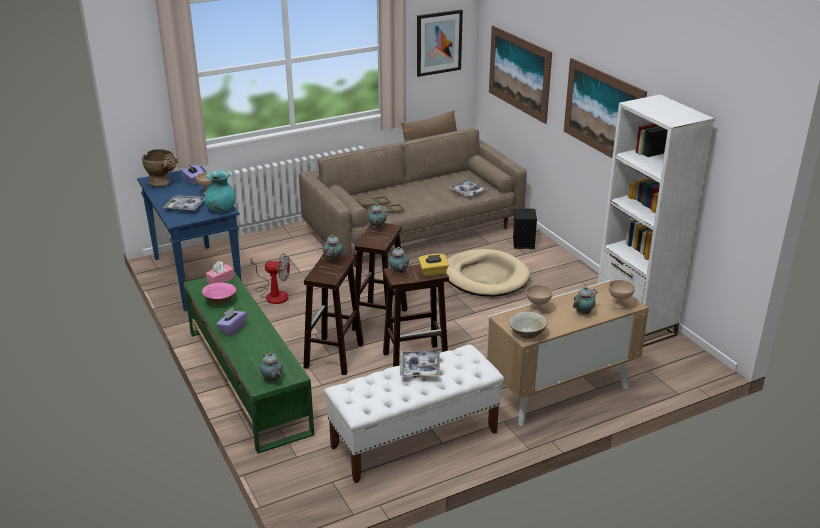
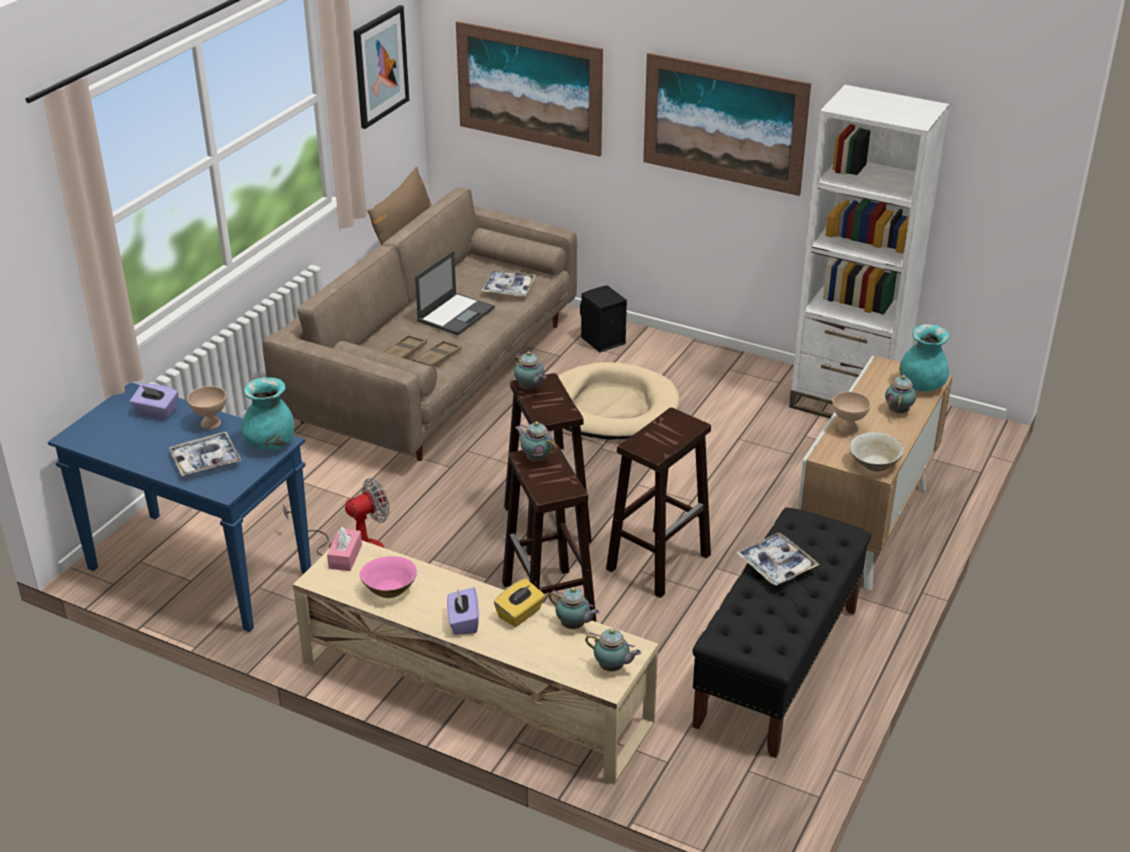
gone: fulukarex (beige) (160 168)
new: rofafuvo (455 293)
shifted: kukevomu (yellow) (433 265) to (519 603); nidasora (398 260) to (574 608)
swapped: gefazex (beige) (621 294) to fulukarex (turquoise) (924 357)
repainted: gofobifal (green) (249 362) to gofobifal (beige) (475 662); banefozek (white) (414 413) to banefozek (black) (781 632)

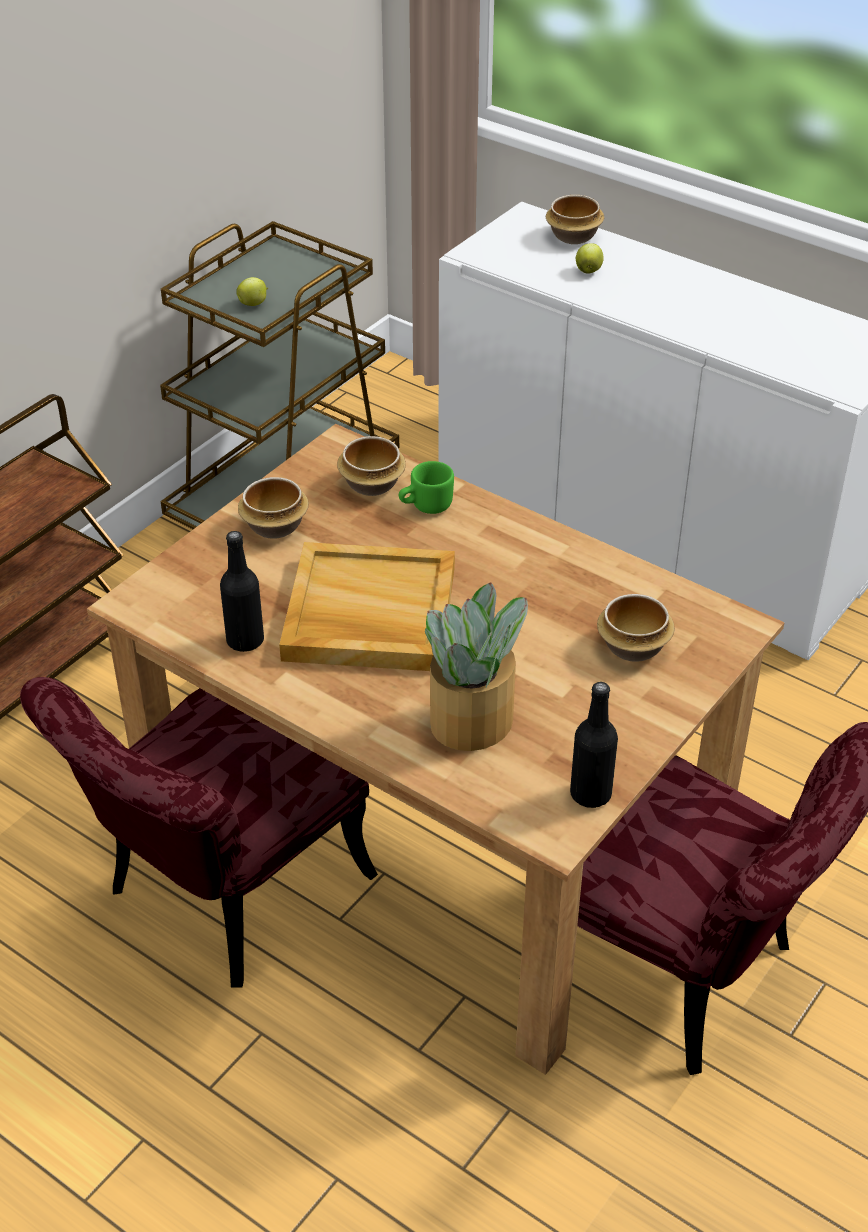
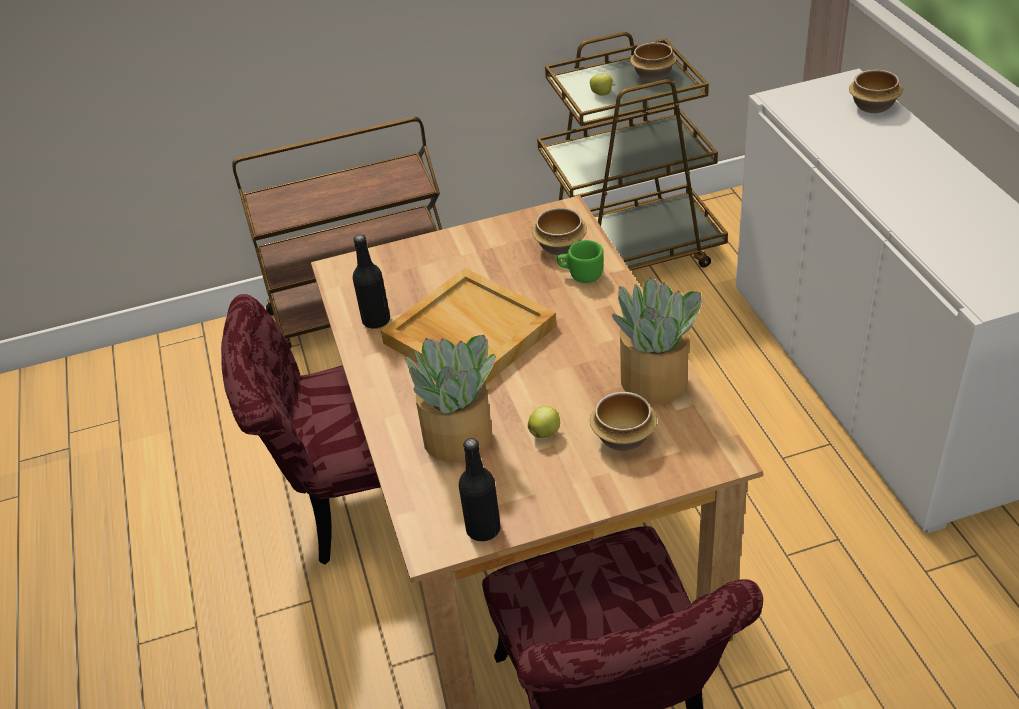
new: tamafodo (657 340)
shifted: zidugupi (590 258) to (544 422); gefazex (273 508) to (653 61)

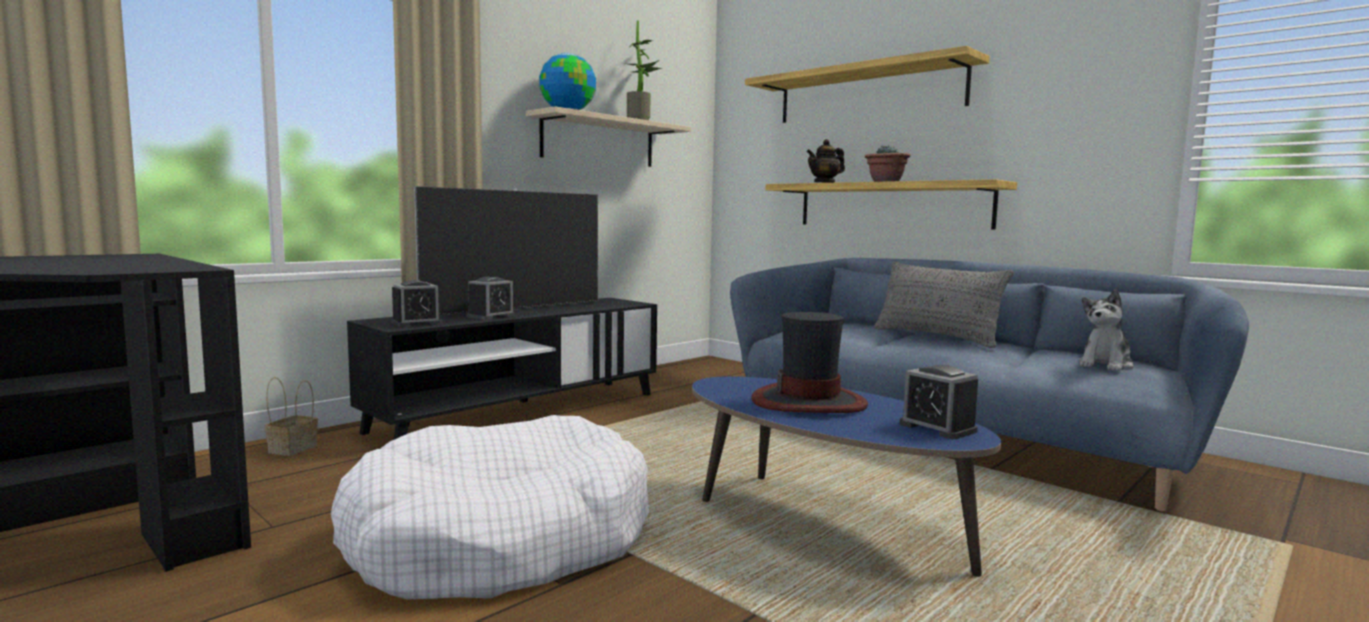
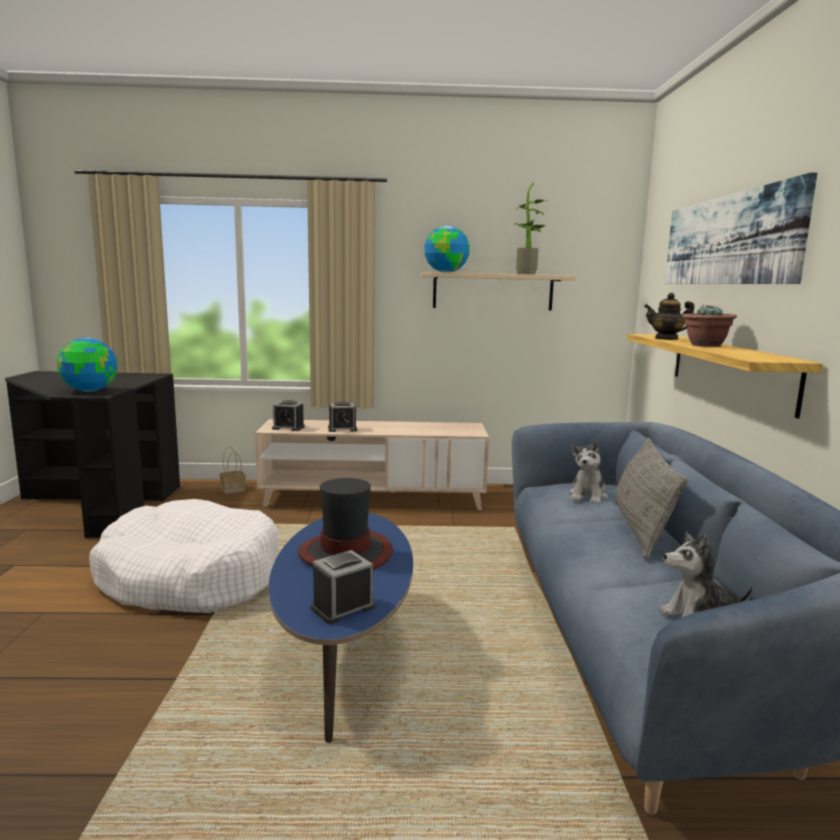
gone: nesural (506 250)
new: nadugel (87 365); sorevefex (588 472)
swapped: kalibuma (867 84) to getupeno (741 228)
repainted: gofobifal (black) (502 369) to gofobifal (beige) (372 464)
rotated: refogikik (939 402) = (343 587) 45 degrees clockwise

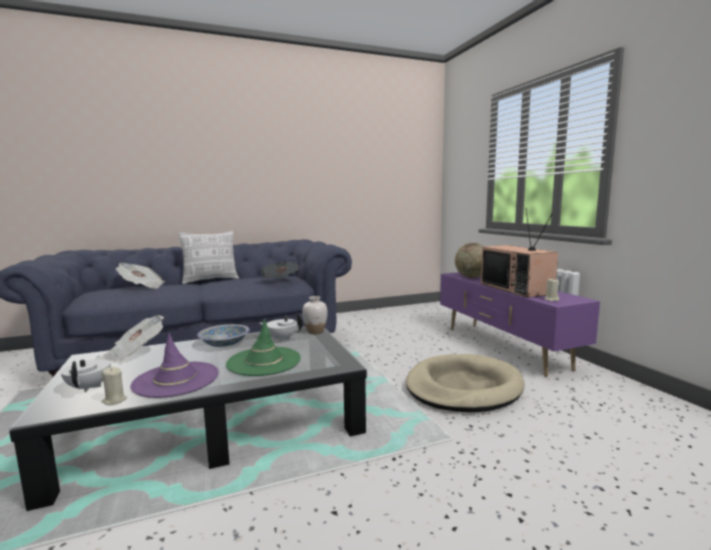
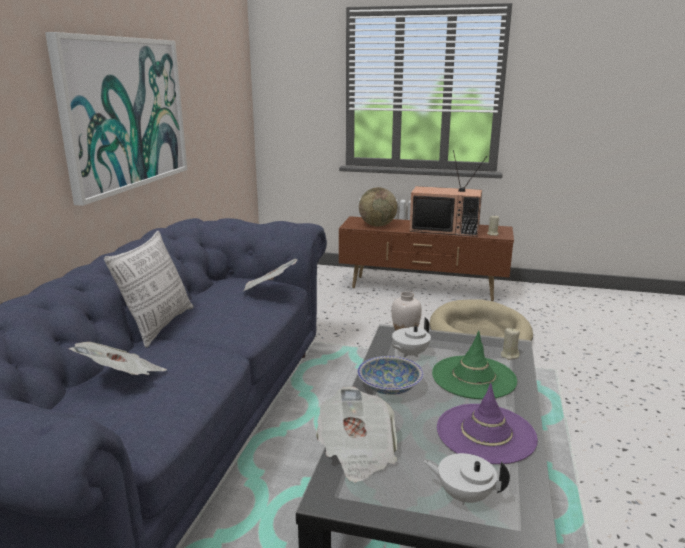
new: getupeno (116 119)
shifted: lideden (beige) (114 386) to (510 344)
repainted: gofobifal (purple) (520 324) to gofobifal (brown) (426 258)

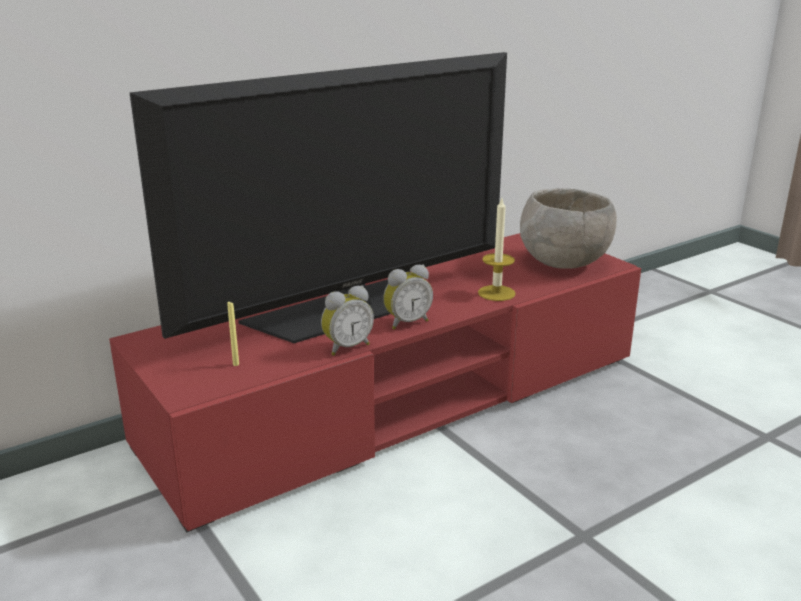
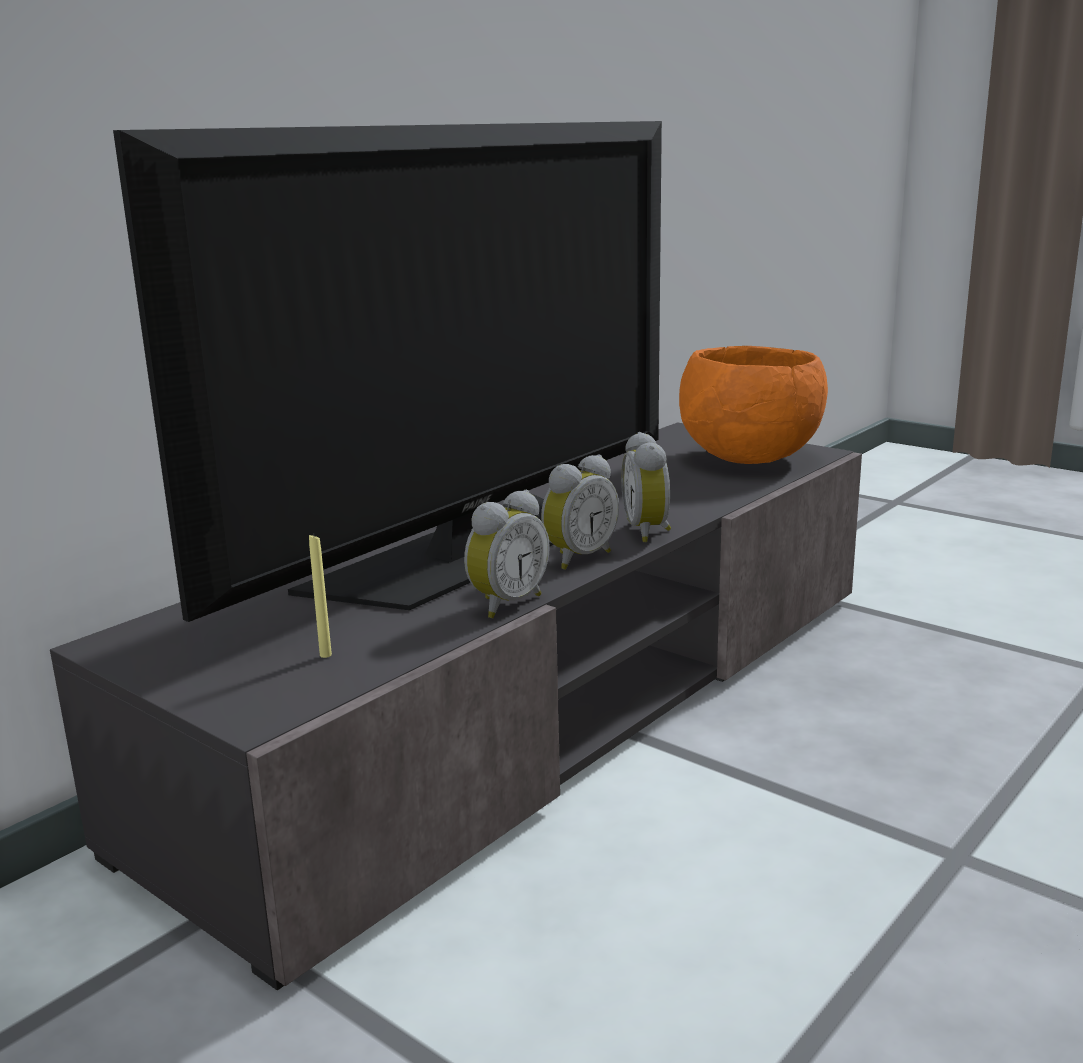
gone: lideden (497 249)
new: refogikik (646 487)
repainted: gofobifal (red) (375 382) to gofobifal (grey) (456 706); gefazex (grey) (568 228) to gefazex (orange) (753 405)

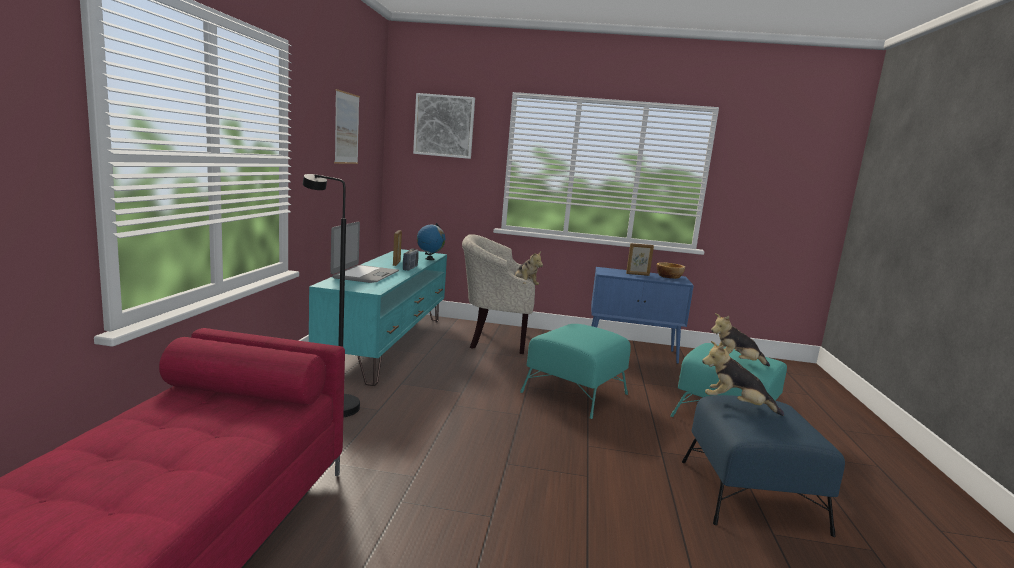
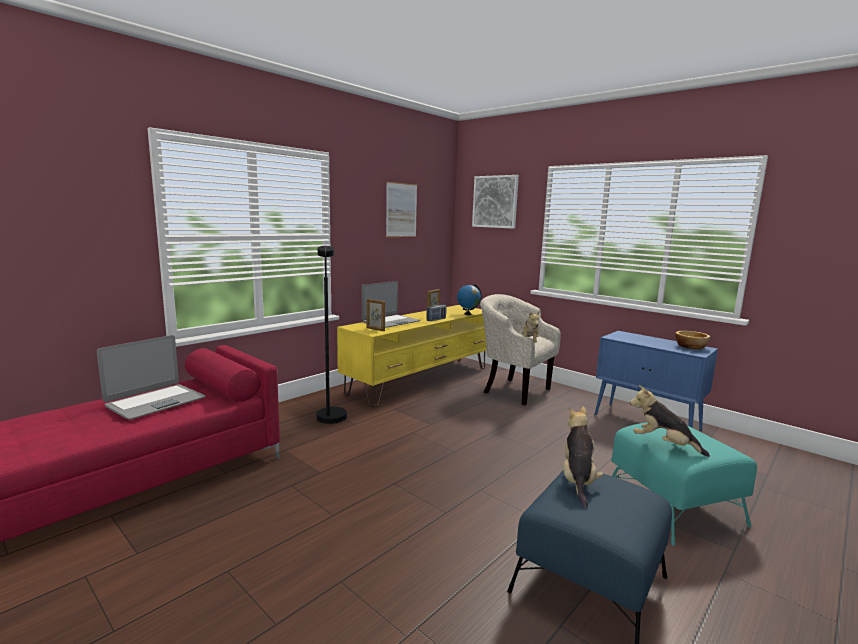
gone: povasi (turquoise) (575 371)
new: rofafuvo (151 377)
shifted: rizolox (640 259) to (376 315)
repainted: gofobifal (turquoise) (378 317) to gofobifal (yellow) (411 356)
rotated: sorevefex (743 378) = (583 457) 45 degrees clockwise

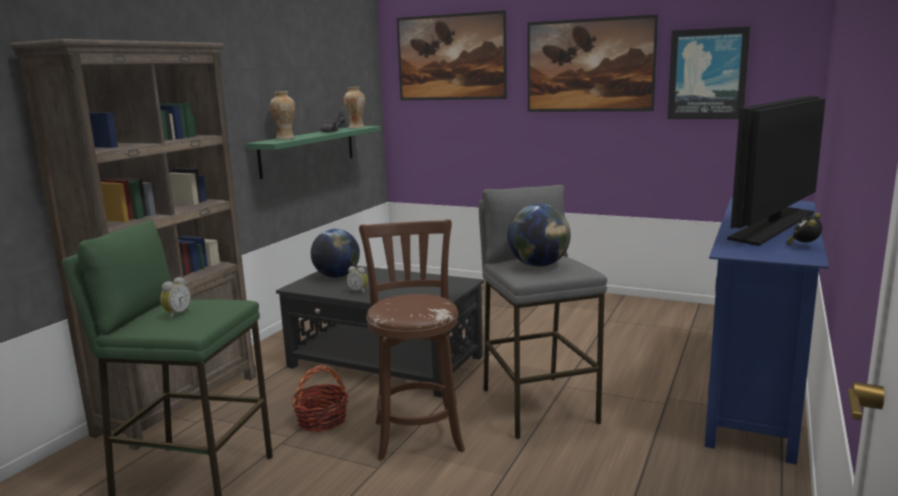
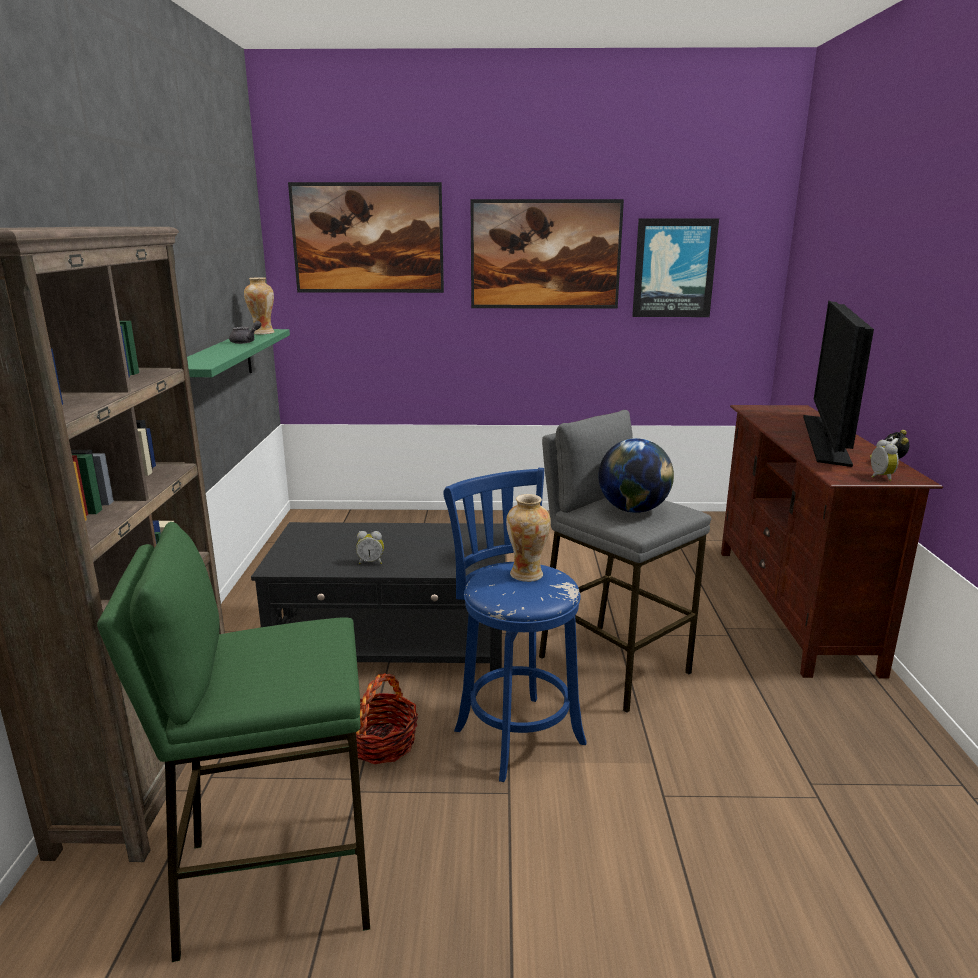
gone: nadugel (335 253)
shifted: fulukarex (282 115) to (528 538); refogikik (175 298) to (885 460)
repainted: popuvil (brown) (412 340) to popuvil (blue) (514 625); gofobifal (blue) (767 331) to gofobifal (brown) (832 541)

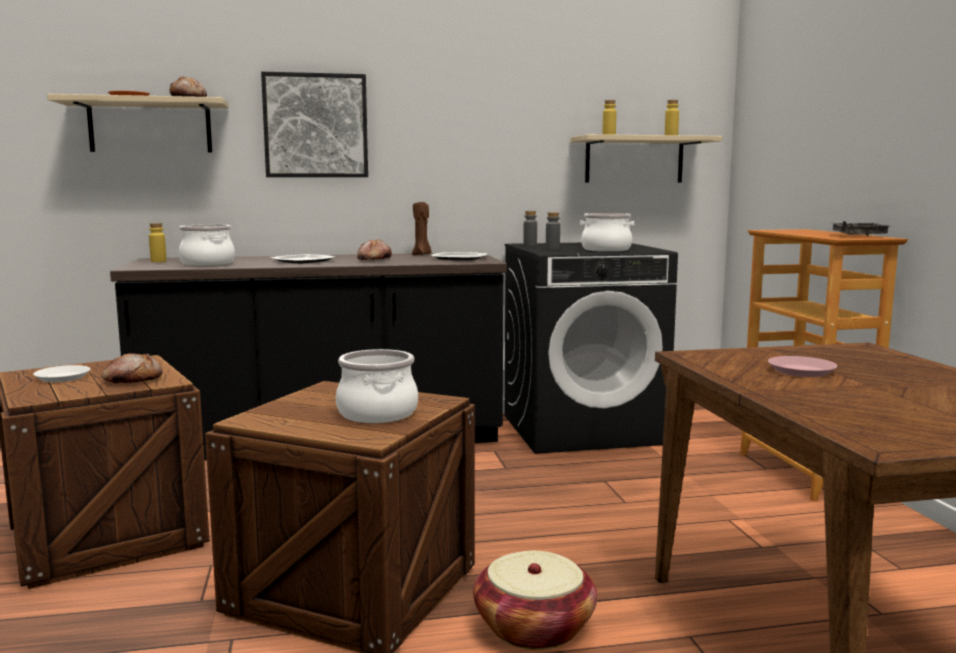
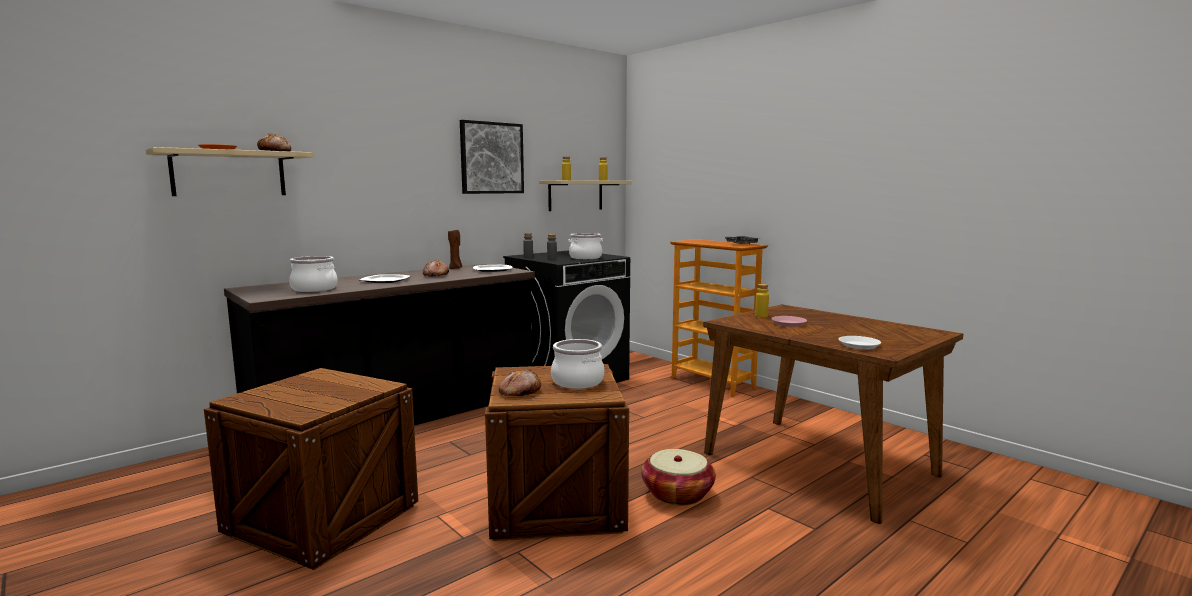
shifted: getupeno (314 124) to (492 157); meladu (132 368) to (520 382); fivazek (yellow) (157 242) to (762 301); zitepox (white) (61 373) to (860 342)

